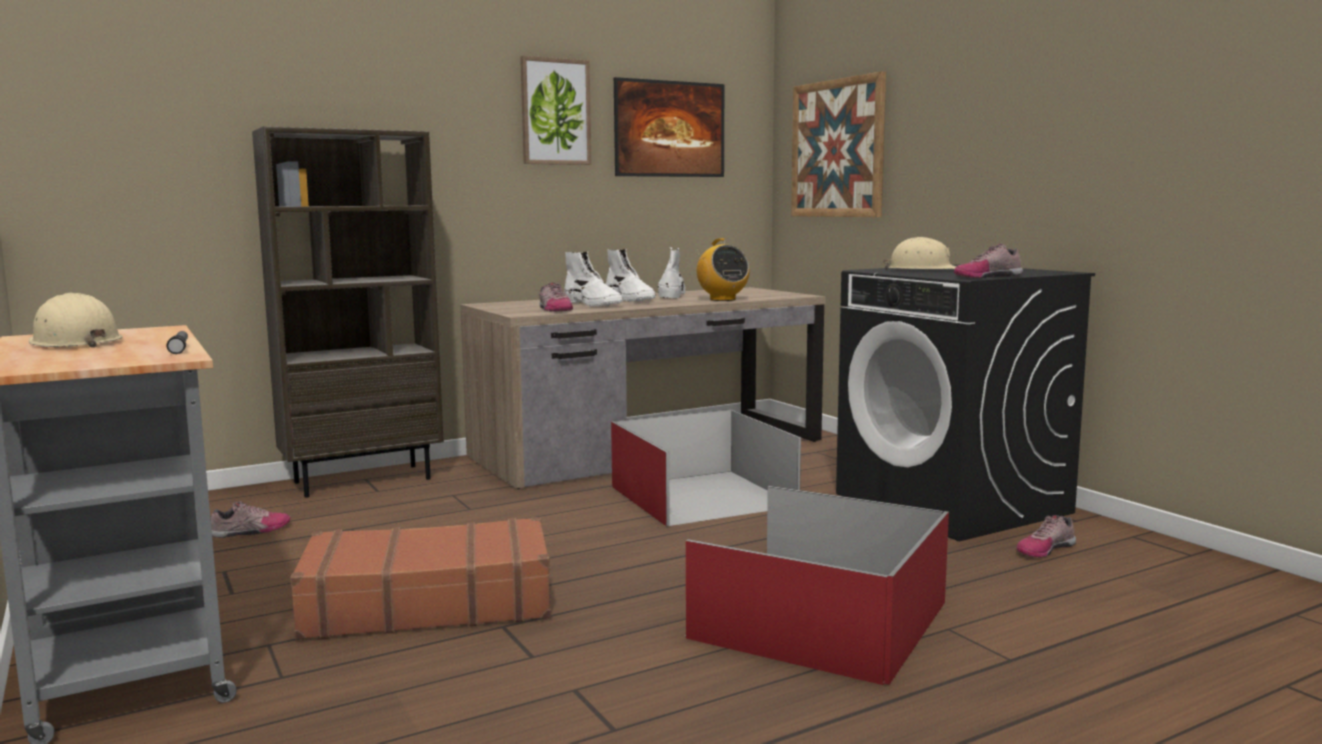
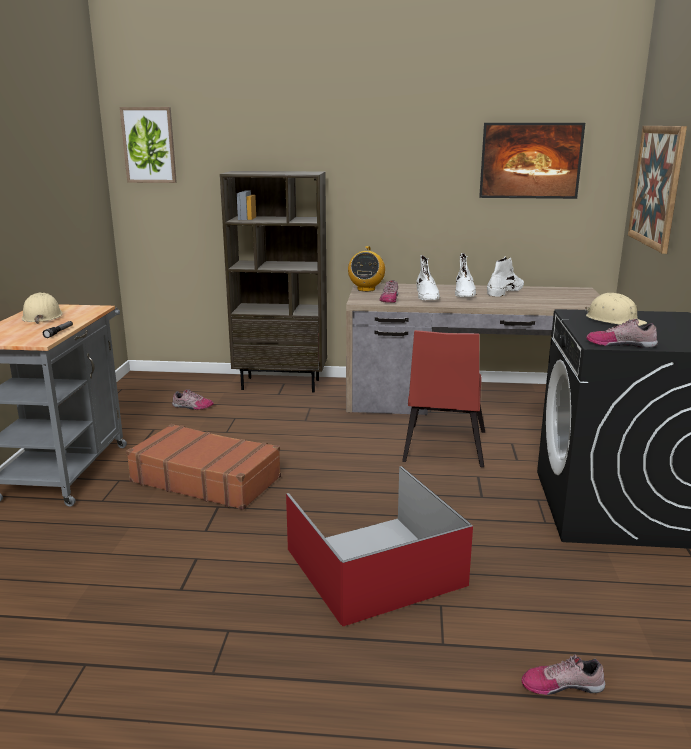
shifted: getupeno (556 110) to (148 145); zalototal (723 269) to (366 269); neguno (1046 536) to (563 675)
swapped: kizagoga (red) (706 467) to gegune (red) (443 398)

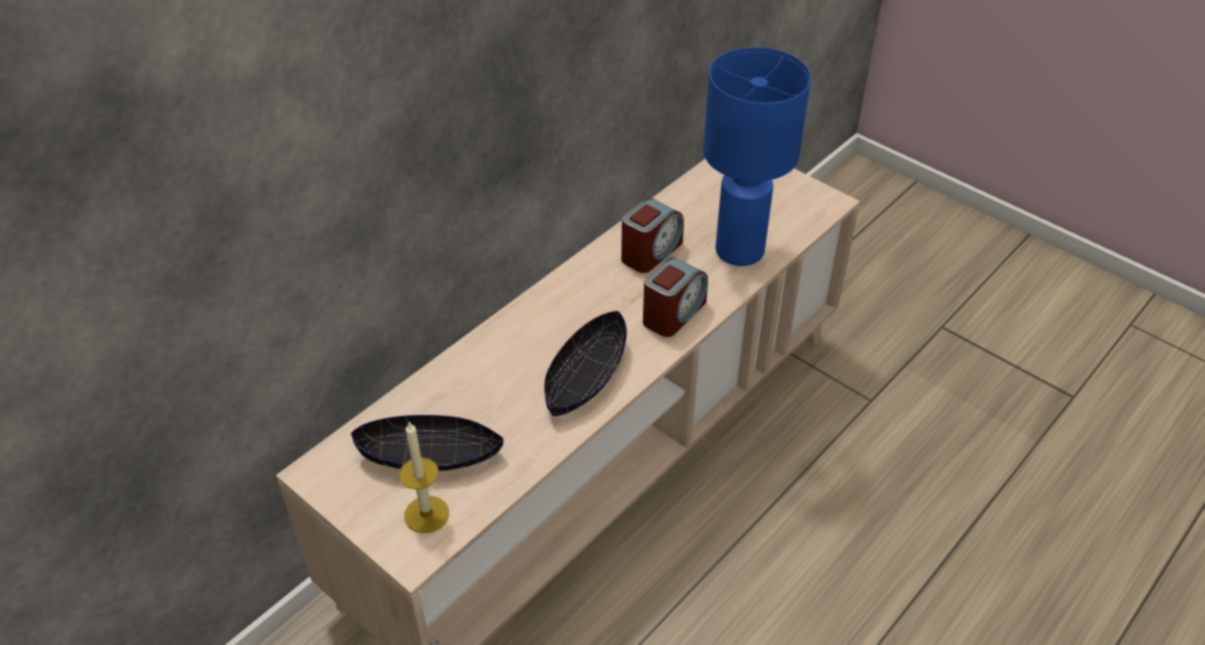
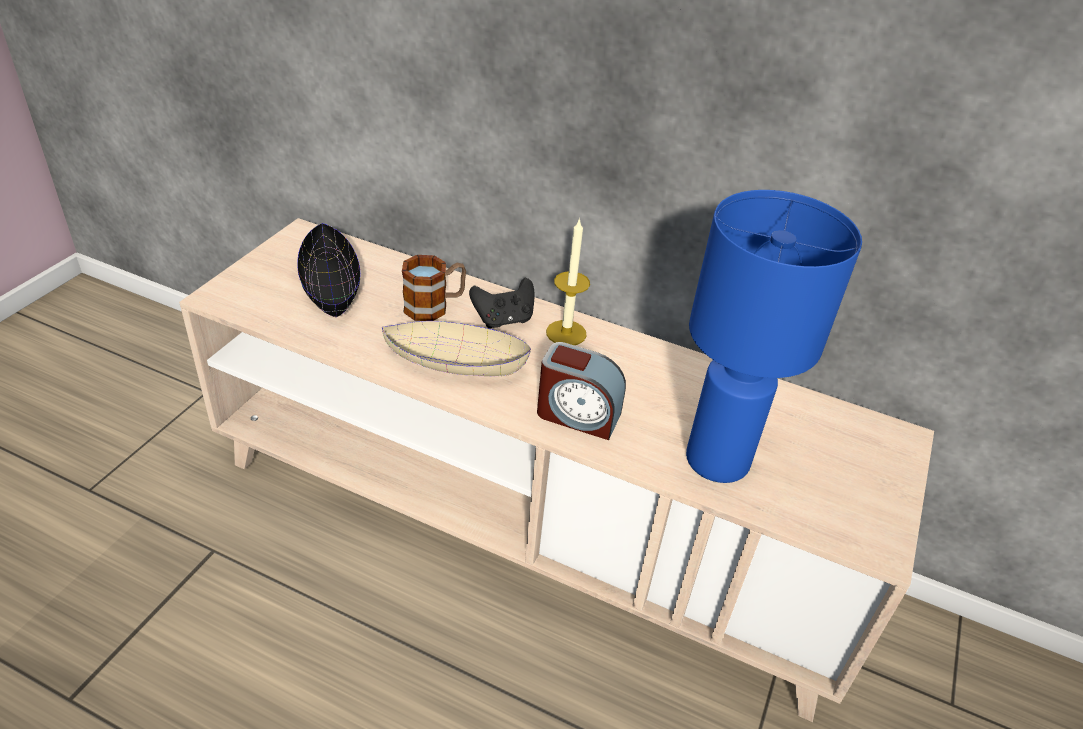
gone: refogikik (652 235)
new: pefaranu (434 288); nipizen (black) (502 303)
shifted: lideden (424 477) to (568 281)
repainted: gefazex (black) (585 363) to gefazex (beige) (456 348)

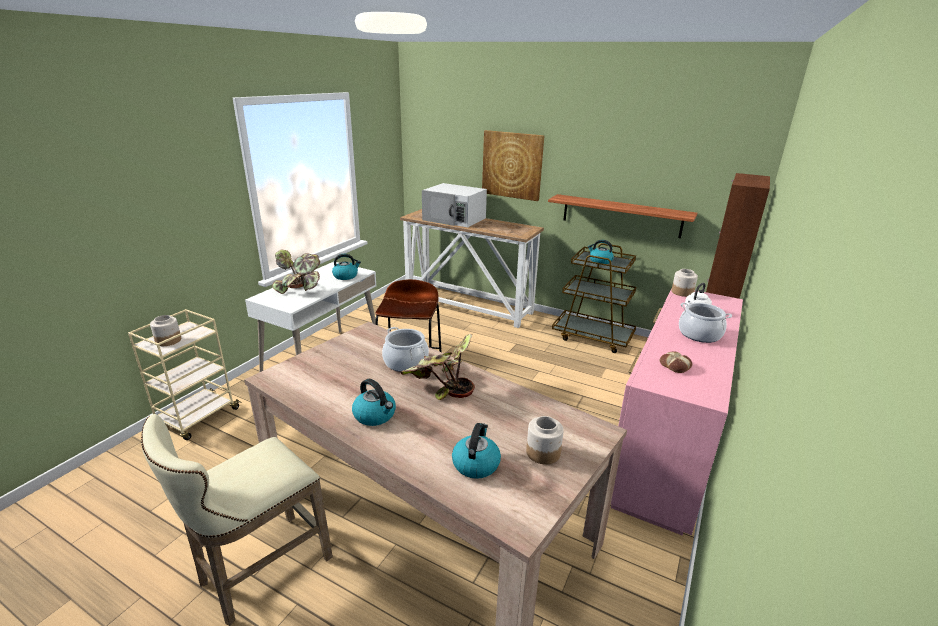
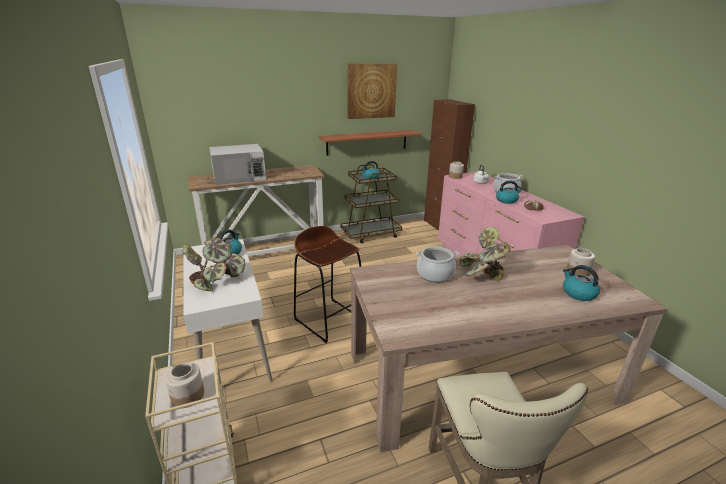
shifted: getupeno (513 165) to (372 91); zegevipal (374 402) to (509 192)

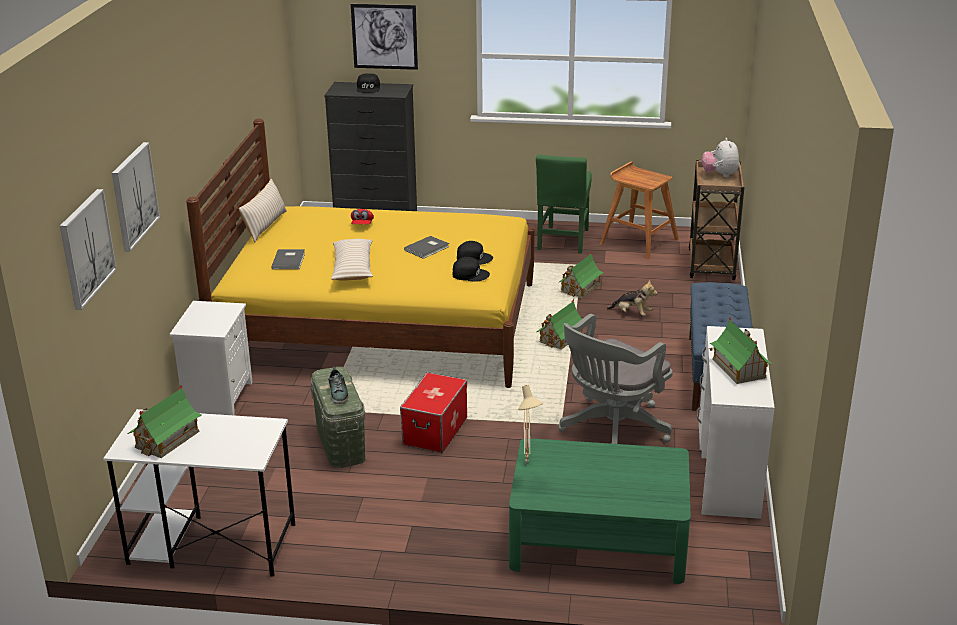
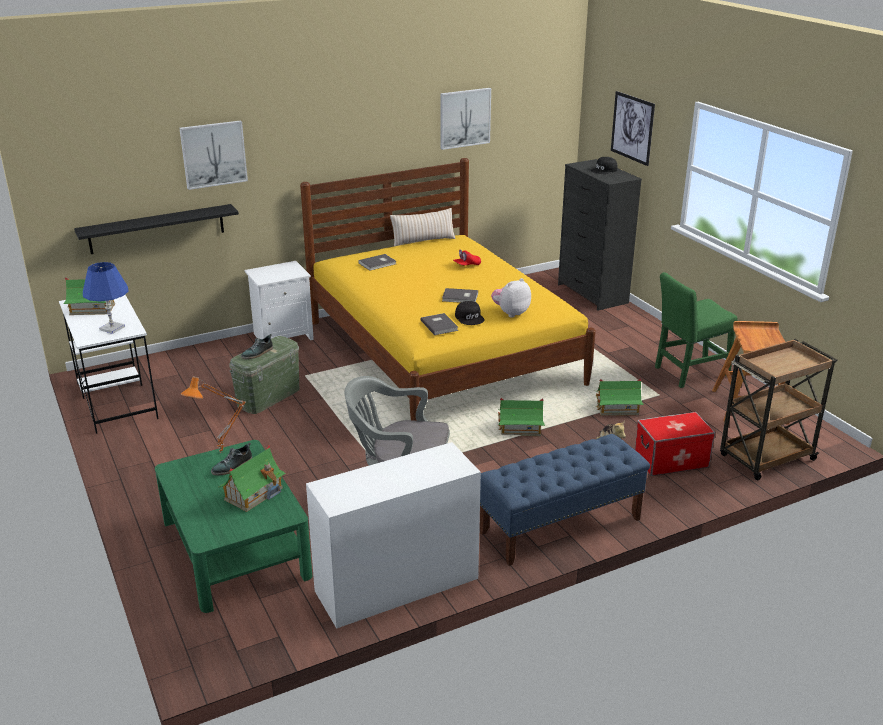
gone: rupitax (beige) (352 260)
new: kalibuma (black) (156 229); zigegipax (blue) (106 298); neguno (231 459)
shifted: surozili (740 350) to (252 478); getupeno (88 249) to (465 119); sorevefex (720 158) to (511 298); kizagoga (433 412) to (675 444)
swapped: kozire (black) (471 269) to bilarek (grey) (439 324)
repainted: zigegipax (beige) (530 424) to zigegipax (orange) (213 415)

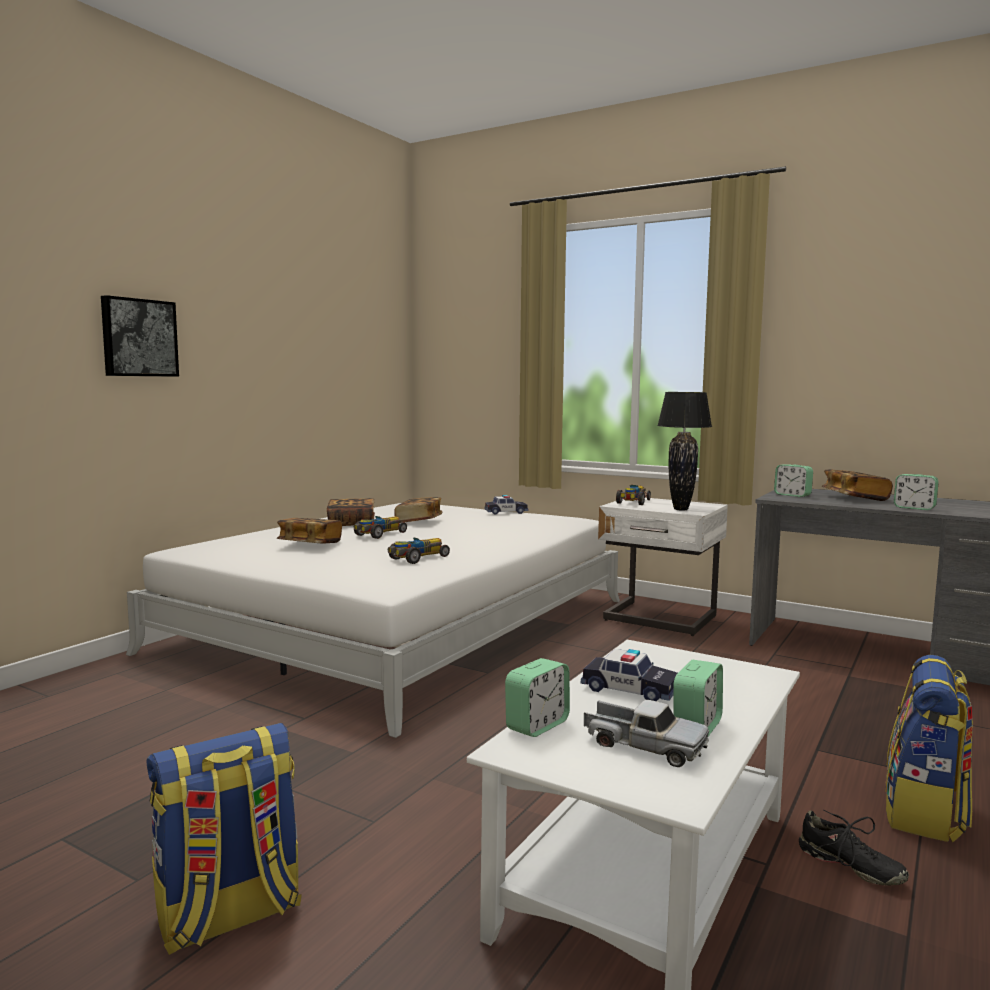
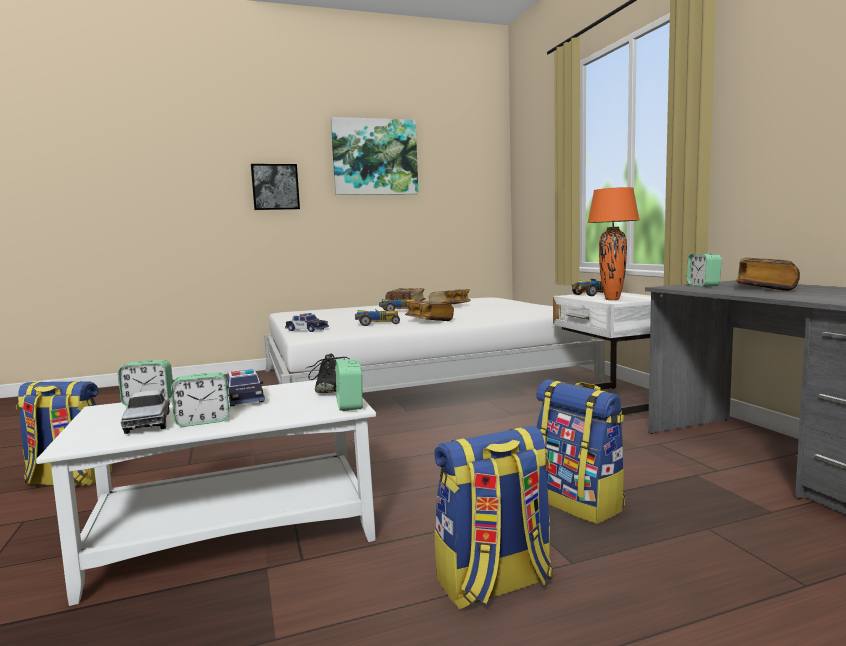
new: getupeno (375 156); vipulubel (580 451)
shifted: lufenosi (506 504) to (307 322); neguno (black) (854 847) to (327 373); refogikik (916 492) to (349 385); bilarek (309 531) to (429 311)
repainted: zigegipax (black) (684 451) to zigegipax (orange) (613 243)

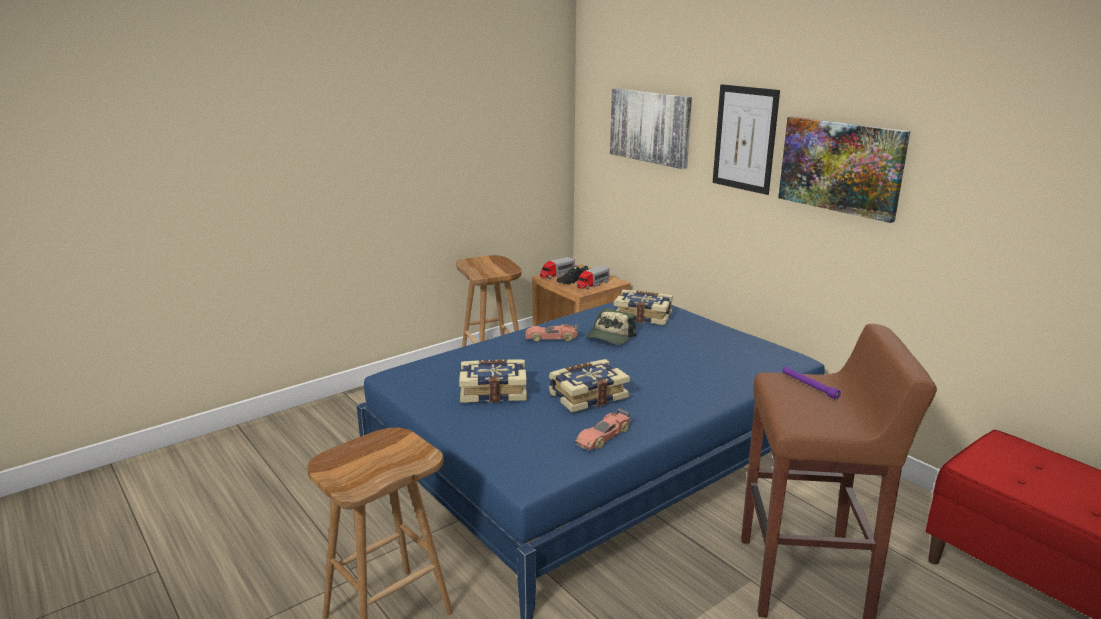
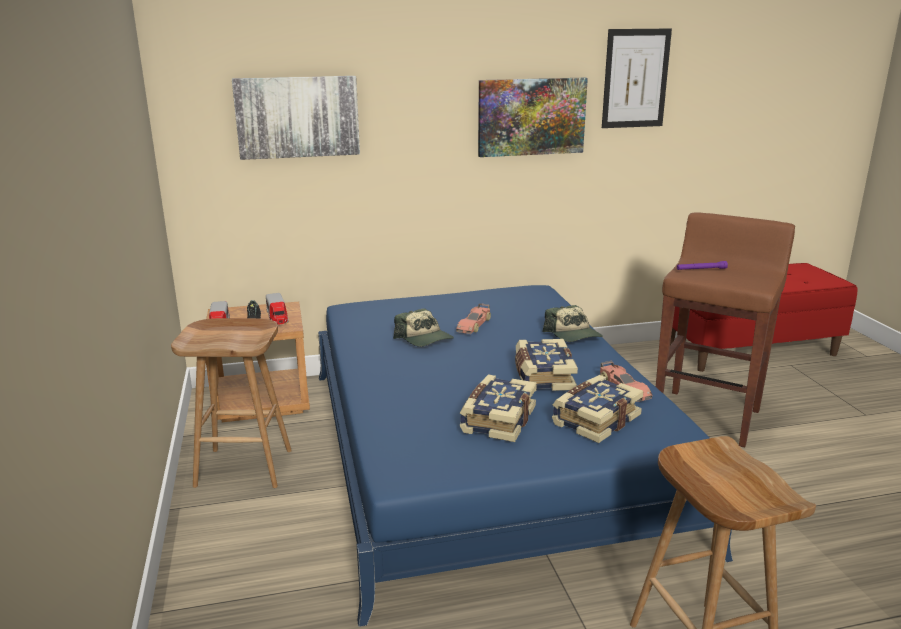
new: kozire (572 323)
shifted: lufenosi (552 333) to (473 318); bilarek (643 307) to (597 409); getupeno (746 139) to (637 78)

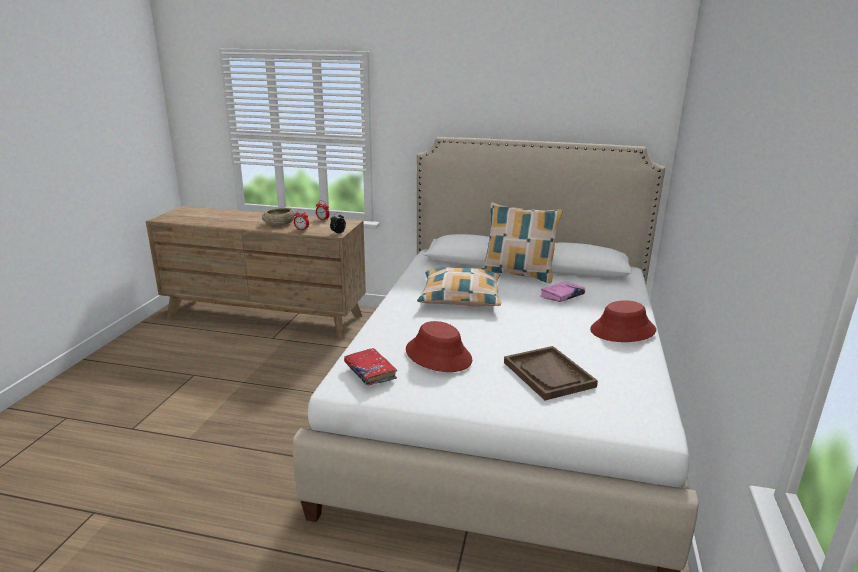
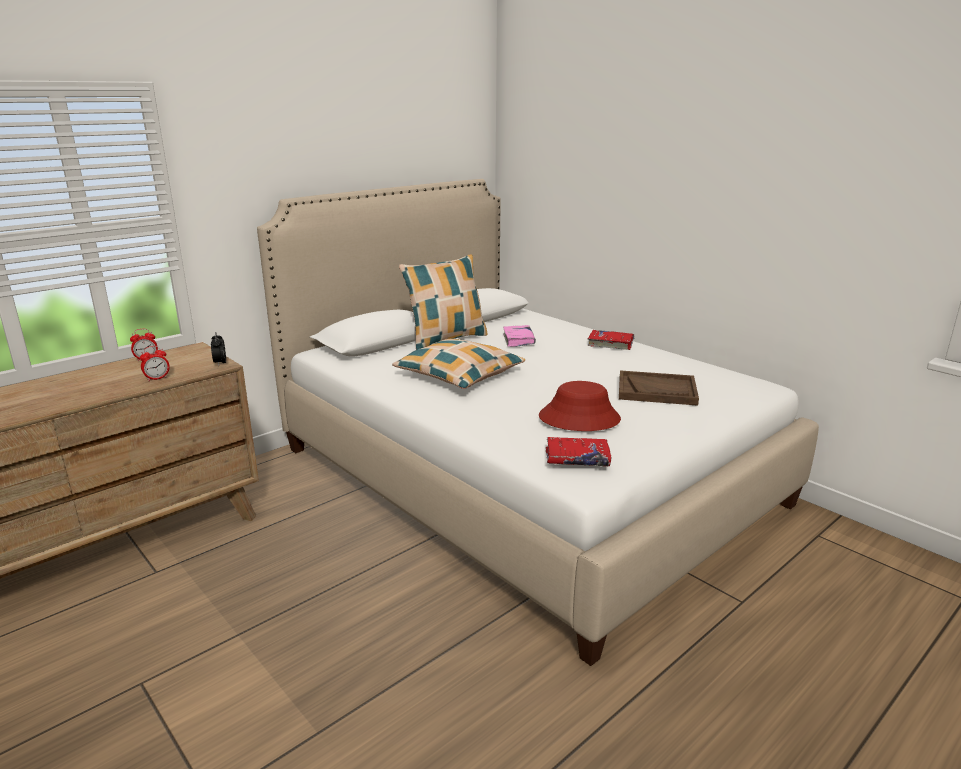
gone: gefazex (beige) (278 216)
swapped: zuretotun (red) (623 321) to bilarek (red) (611 340)

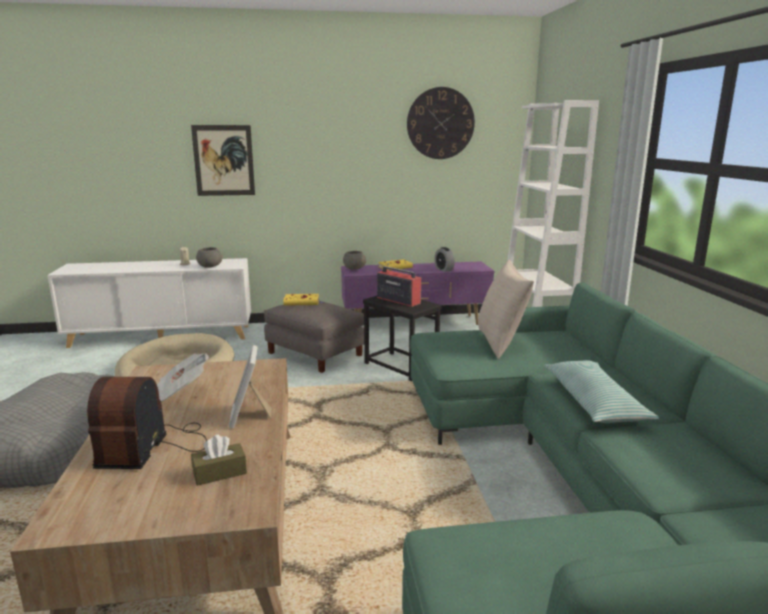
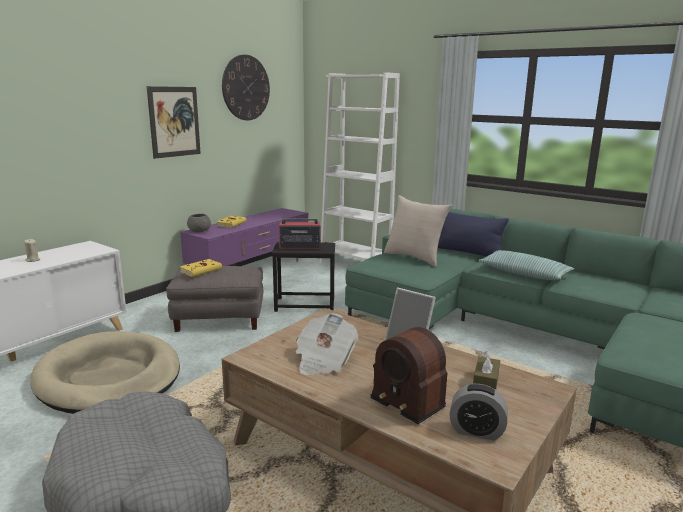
gone: gefazex (grey) (209 257)
new: rupitax (blue) (473 234)
shifted: getupeno (223 160) to (174 122); refogikik (444 259) to (478 412)

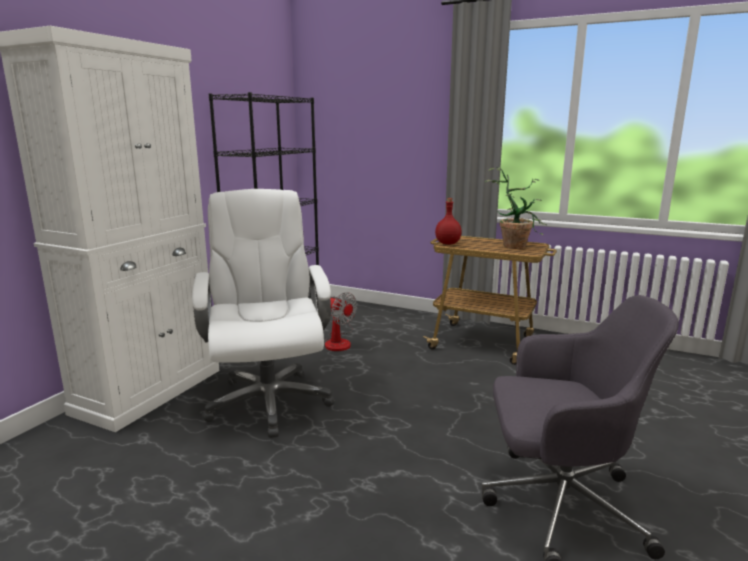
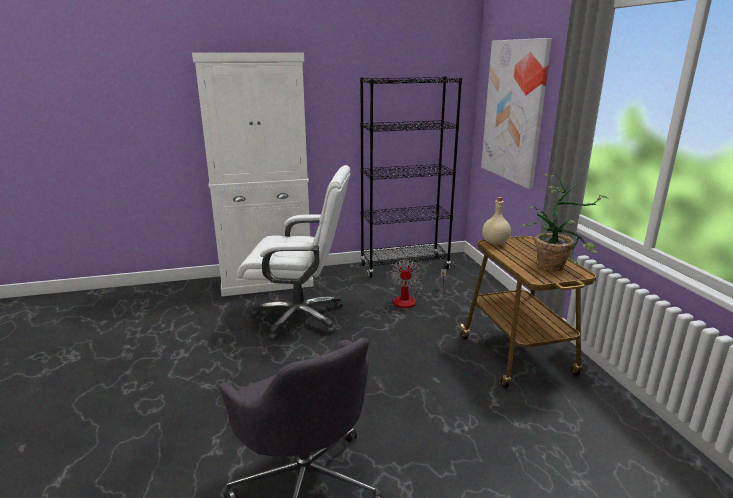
new: getupeno (516 113)
repainted: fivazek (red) (448 221) to fivazek (beige) (496 221)
rotated: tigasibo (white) (263 313) = (294 253) 60 degrees clockwise

